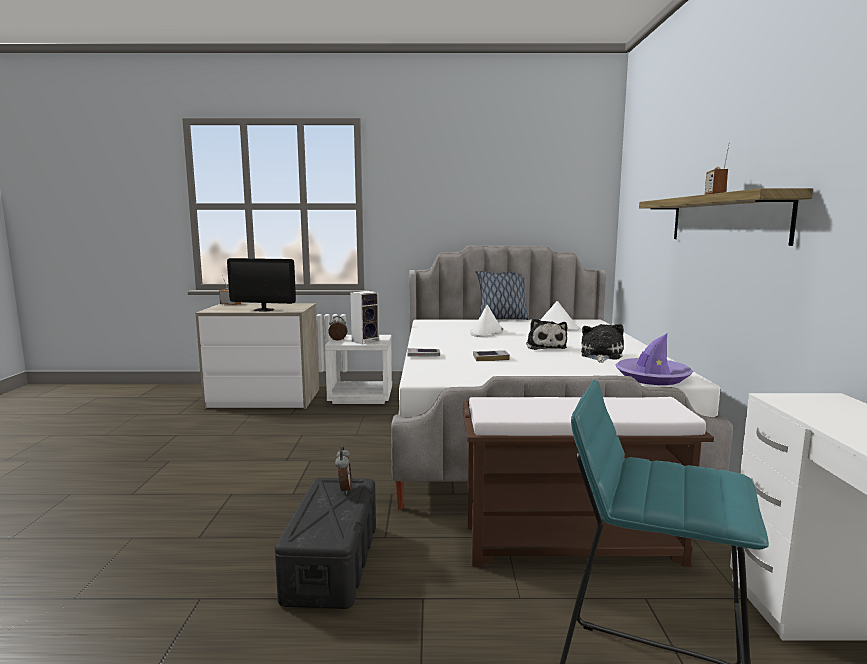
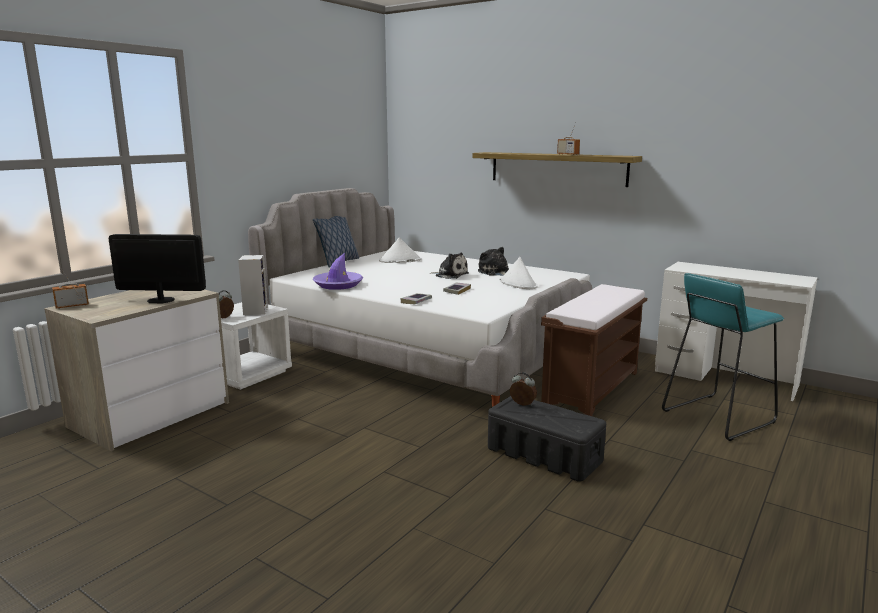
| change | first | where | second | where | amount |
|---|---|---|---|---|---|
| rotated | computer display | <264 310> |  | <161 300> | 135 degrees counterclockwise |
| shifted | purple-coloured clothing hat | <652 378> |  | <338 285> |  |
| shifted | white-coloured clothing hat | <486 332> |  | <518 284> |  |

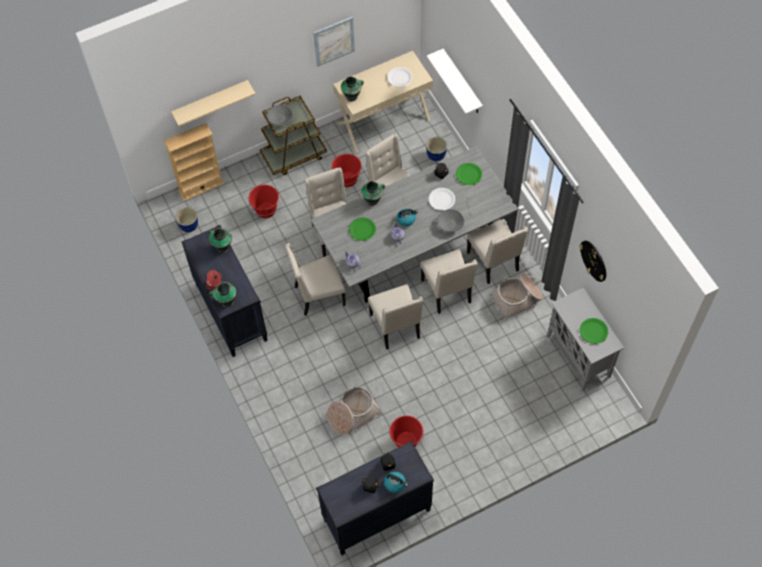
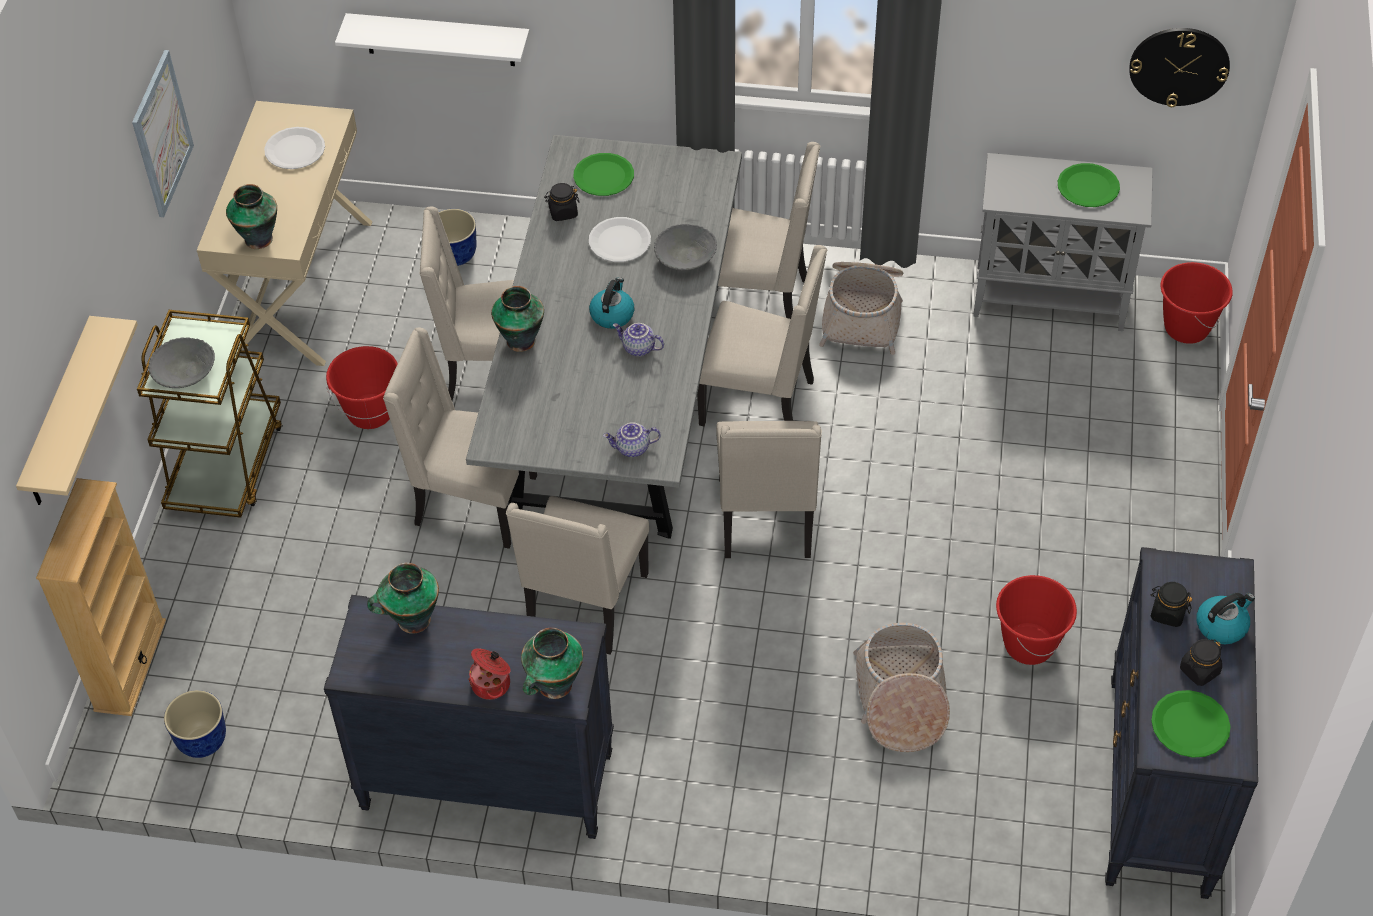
| change | first | where | second | where | amount |
|---|---|---|---|---|---|
| rotated | beige-coloured upright chair | <396 327> |  | <767 520> | 75 degrees clockwise |
| shifted | hanging clock | <594 260> |  | <1179 66> |  |
| shifted | green plate | <362 229> |  | <1190 725> |  |
| shifted | reddish water bucket | <266 210> |  | <1186 328> |  |

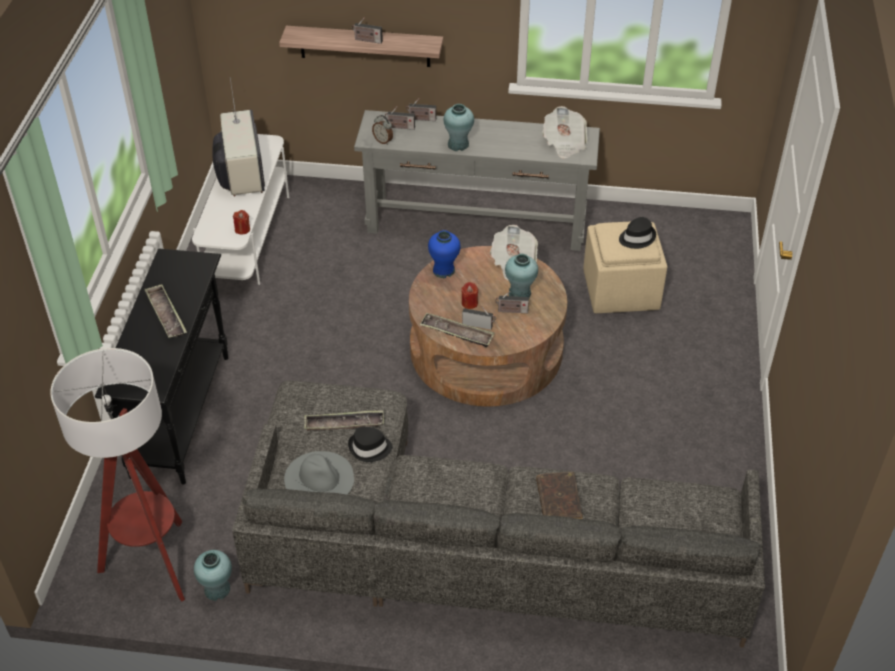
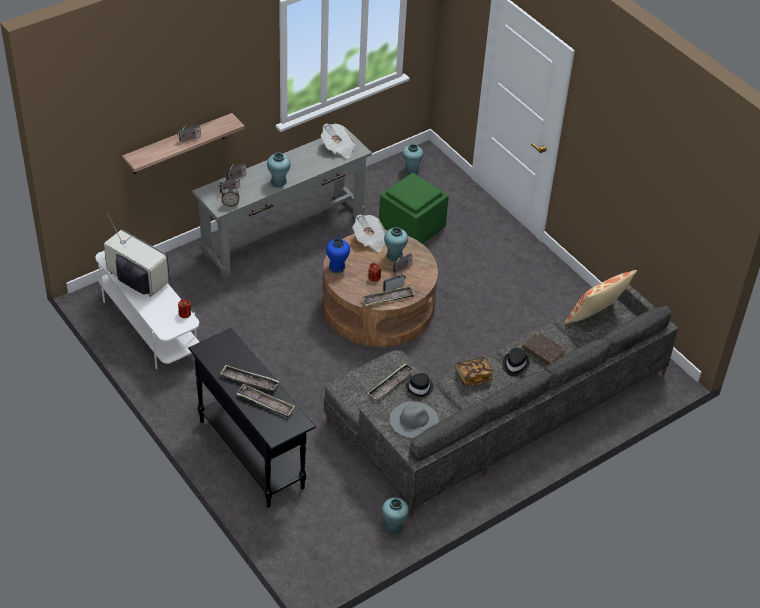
| change | first | where | second | where | amount |
|---|---|---|---|---|---|
| new |  |  | tray | <265 403> |  |
| repainted | beige-coloured footrest | <621 290> | green footrest | <411 227> |  |
| new |  |  | blue-green vase | <411 170> |  |
| new |  |  | bound book | <473 376> |  |
| shifted | black-coloured clothing hat | <636 237> |  | <514 365> |  |
| new |  |  | pillow | <595 317> |  |
| gone | floor lamp | <154 564> |  |  |  |

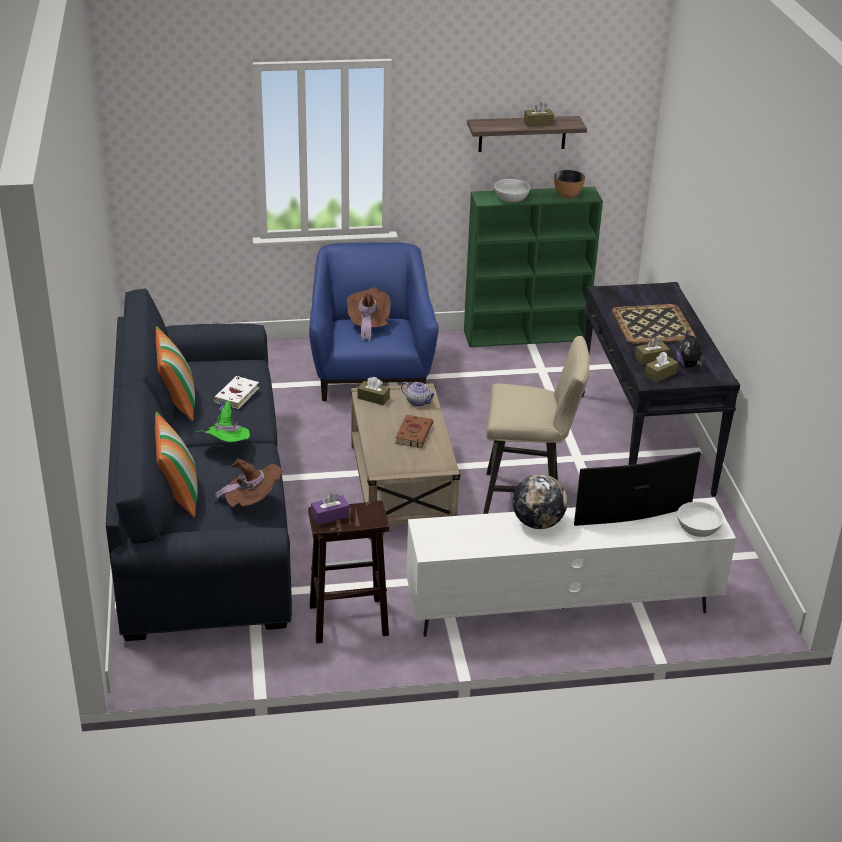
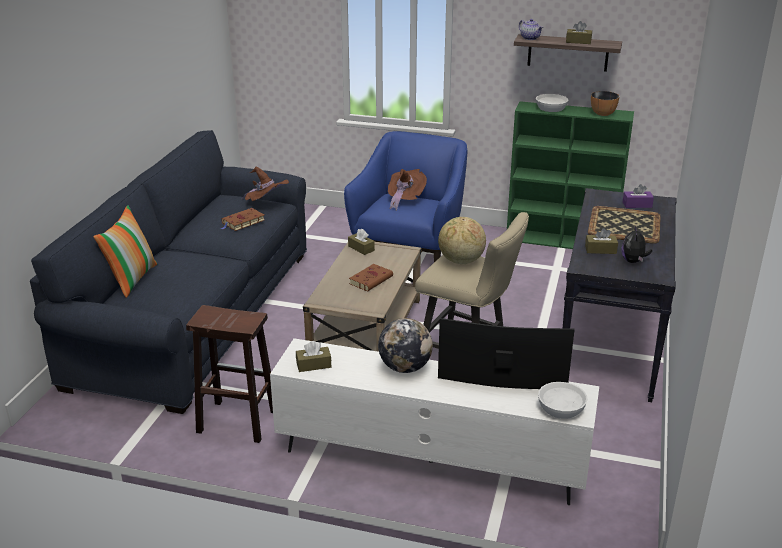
| change | first | where | second | where | amount |
|---|---|---|---|---|---|
| repainted | white-coloured bound book | <236 396> | brown bound book | <242 222> |  |
| shifted | brown clothing hat | <252 502> |  | <266 204> |  |
| shifted | brown box of tissues | <660 374> |  | <313 365> |  |
| new |  |  | globe | <460 261> |  |
| shifted | tea pot | <418 402> |  | <530 38> |  |
| shifted | purple-coloured box of tissues | <330 516> |  | <637 204> |  |
| gone | pillow | <177 402> |  |  |  |
| gone | green clothing hat | <226 449> |  |  |  |

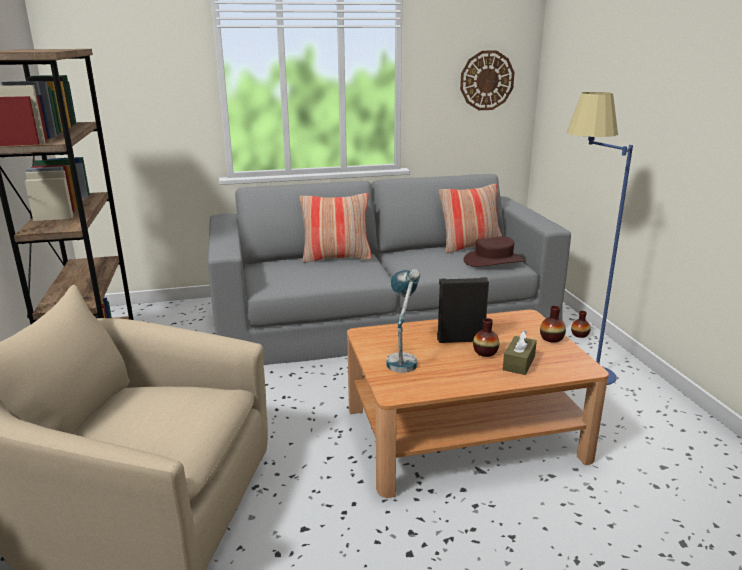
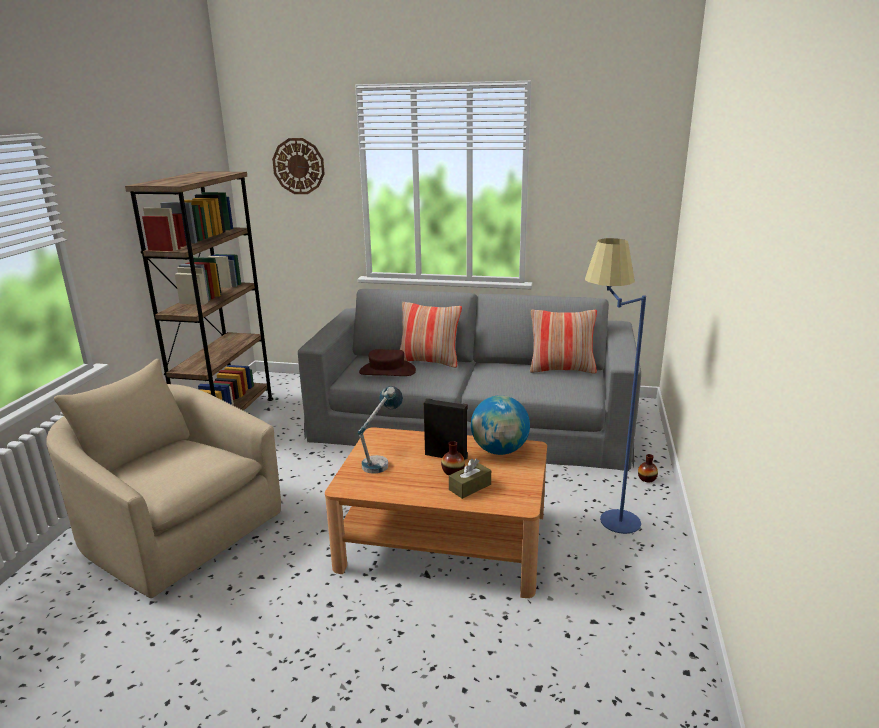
| change | first | where | second | where | amount |
|---|---|---|---|---|---|
| shifted | hanging clock | <486 80> |  | <298 166> |  |
| shifted | brown clothing hat | <493 260> |  | <387 371> |  |
| new |  |  | globe | <500 450> |  |
| gone | vase | <551 338> |  |  |  |

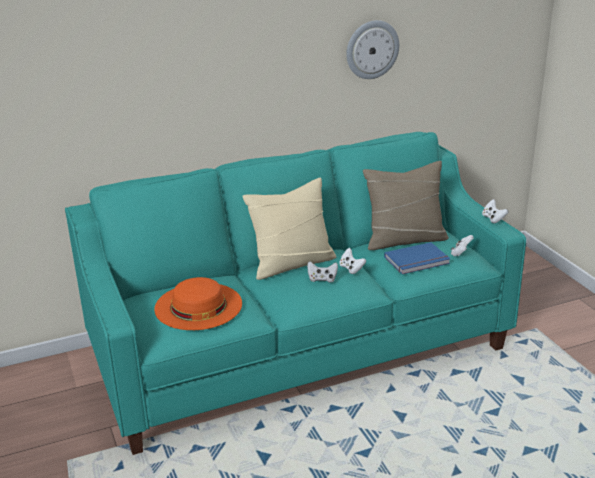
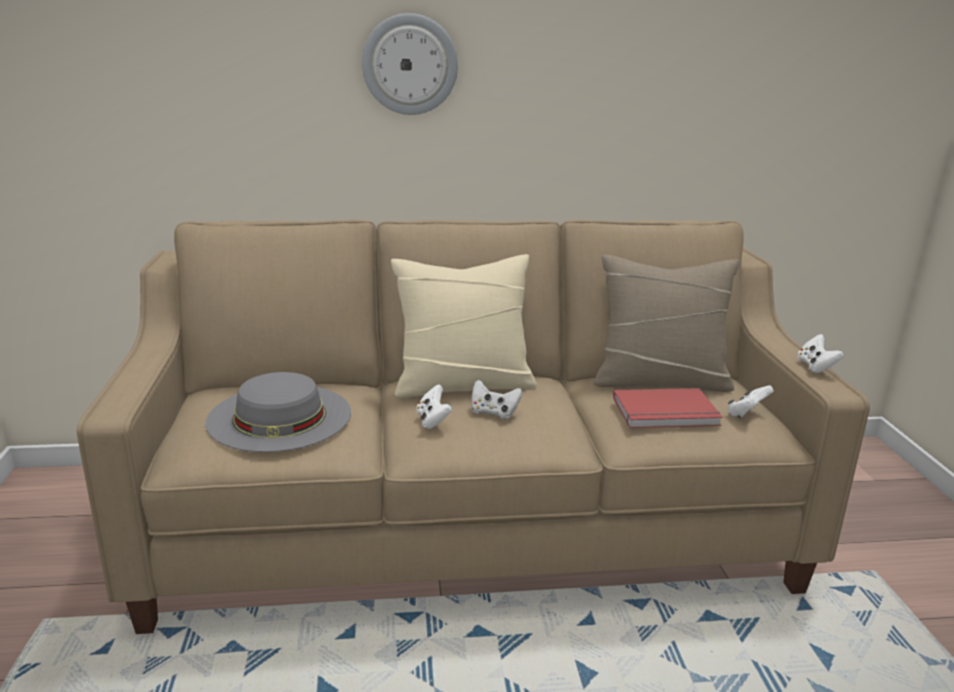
| change | first | where | second | where | amount |
|---|---|---|---|---|---|
| repainted | blue-green sofa | <300 351> | beige-coloured sofa | <473 527> |  |
| repainted | orangey clothing hat | <198 306> | greyish clothing hat | <279 416> |  |
| shifted | hanging clock | <372 49> |  | <410 65> |  |
| shifted | white-coloured joypad | <351 269> |  | <433 420> |  |
| repainted | blue bound book | <418 261> | reddish bound book | <666 413> |  |

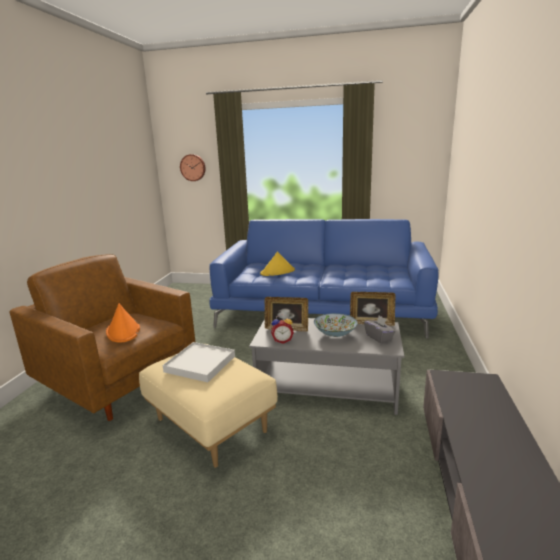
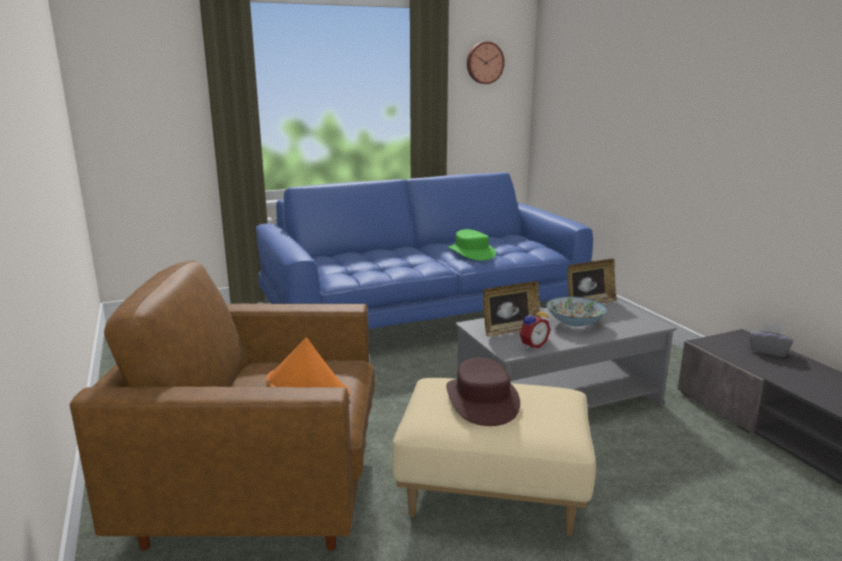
| change | first | where | second | where | amount |
|---|---|---|---|---|---|
| swapped | white-coloured tray | <200 364> | brown clothing hat | <482 400> |  |
| new |  |  | green clothing hat | <471 252> |  |
| shifted | hanging clock | <193 167> |  | <484 63> |  |
| shifted | greyish box of tissues | <379 337> |  | <768 351> |  |
| gone | yellow-coloured clothing hat | <277 272> |  |  |  |

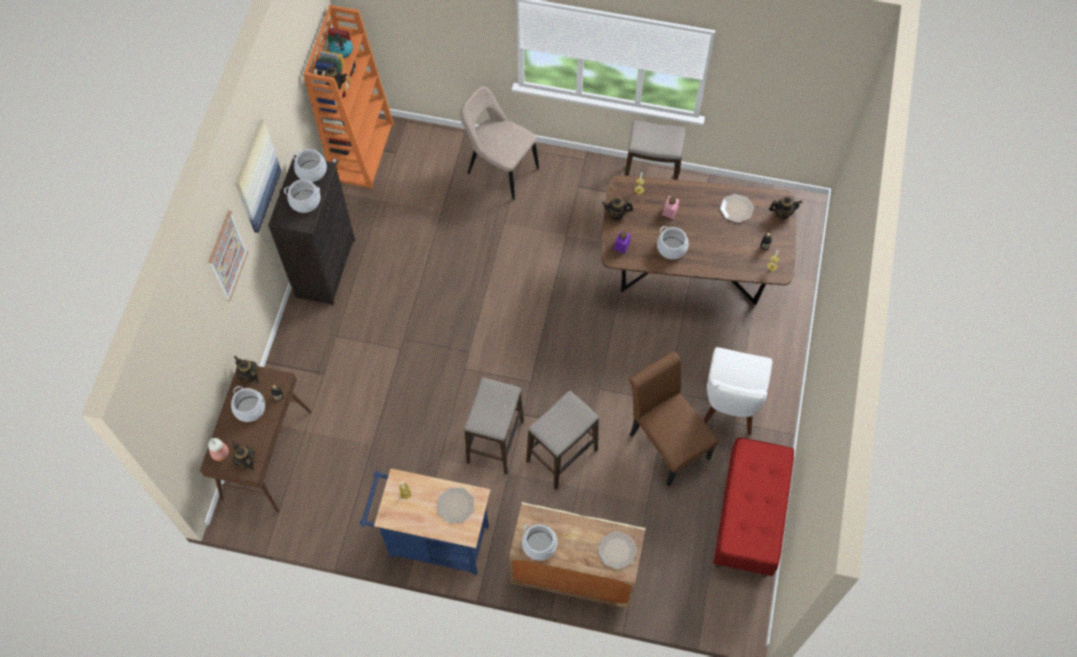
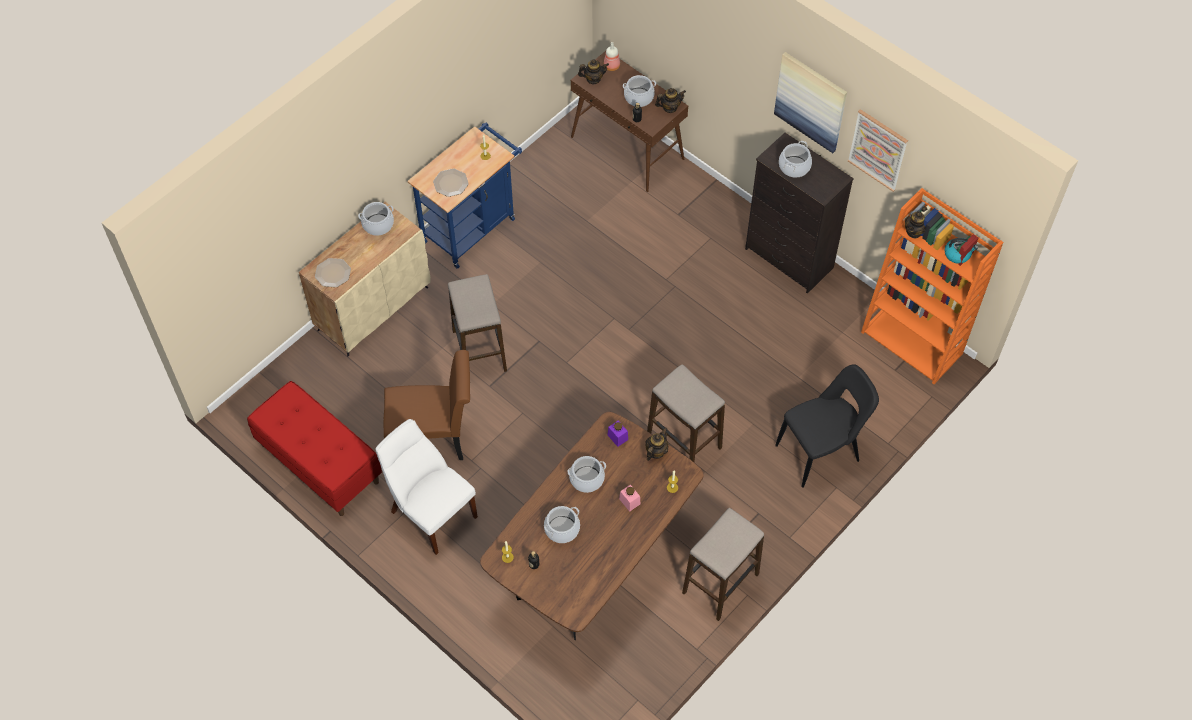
| change | first | where | second | where | amount |
|---|---|---|---|---|---|
| shifted | stockpot | <311 171> |  | <562 529> |  |
| shifted | stool seat | <495 442> |  | <684 441> |  |
| repainted | beige-coloured upright chair | <500 169> | black-coloured upright chair | <821 452> |  |
| shifted | picture | <227 256> |  | <878 150> |  |
| gone | plate | <736 209> |  |  |  |
| gone | tea pot | <782 213> |  |  |  |

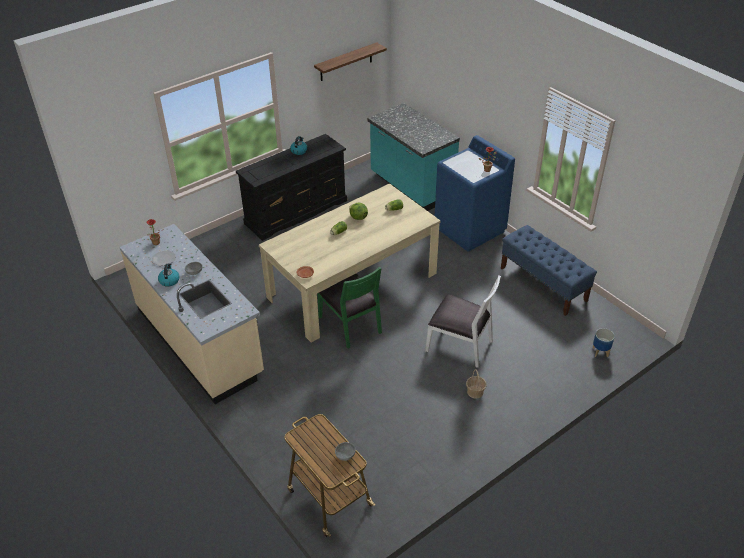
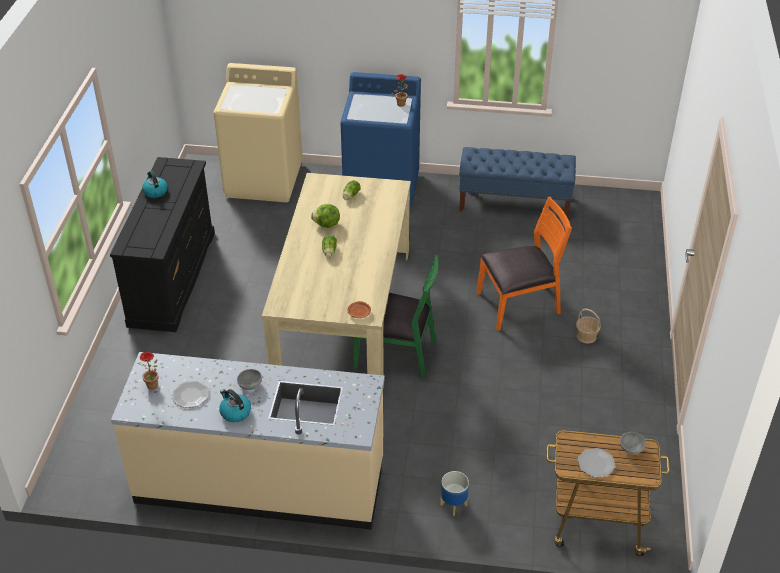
| change | first | where | second | where | amount |
|---|---|---|---|---|---|
| swapped | blue-green kitchen base unit | <411 187> | beige-coloured laundry appliance | <264 180> |  |
| shifted | plant pot | <600 352> |  | <453 505> |  |
| repainted | white-coloured upright chair | <460 345> | orangey upright chair | <519 304> |  |
| new |  |  | plate | <596 463> |  |
| gone | wall shelf | <346 62> |  |  |  |

